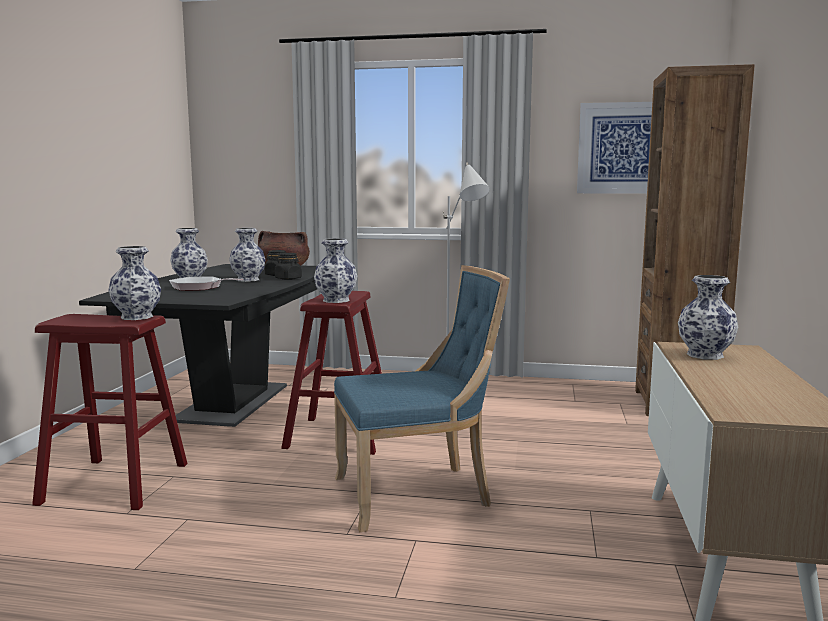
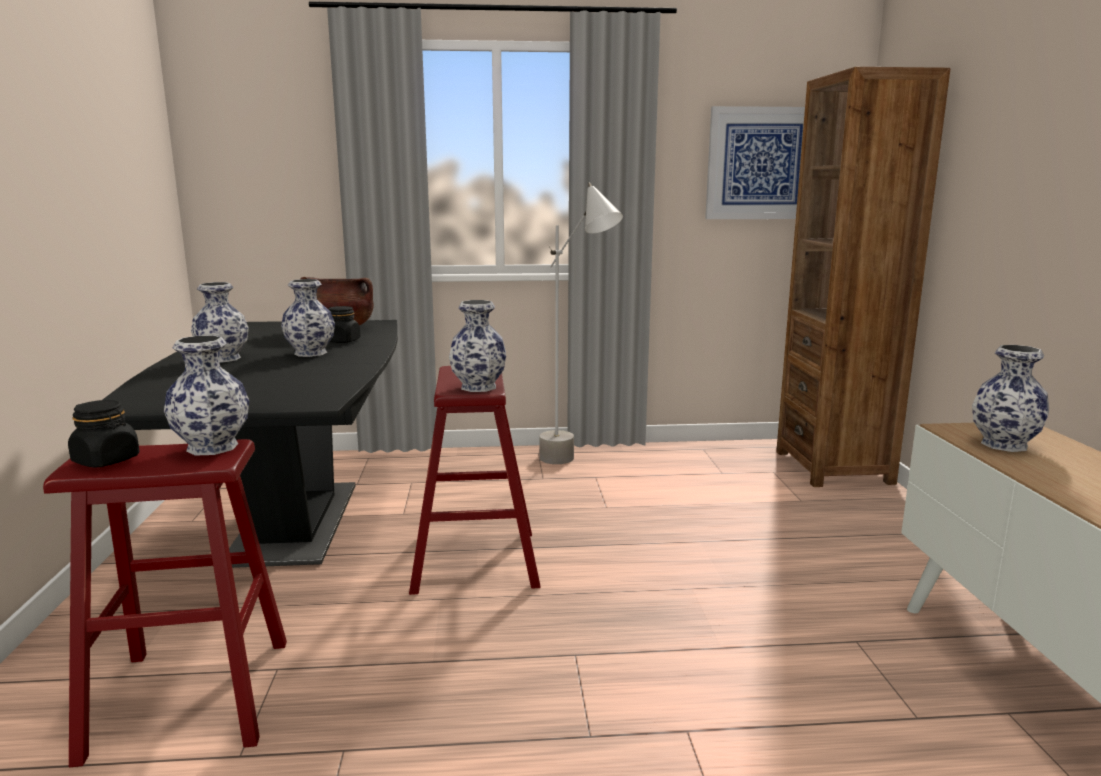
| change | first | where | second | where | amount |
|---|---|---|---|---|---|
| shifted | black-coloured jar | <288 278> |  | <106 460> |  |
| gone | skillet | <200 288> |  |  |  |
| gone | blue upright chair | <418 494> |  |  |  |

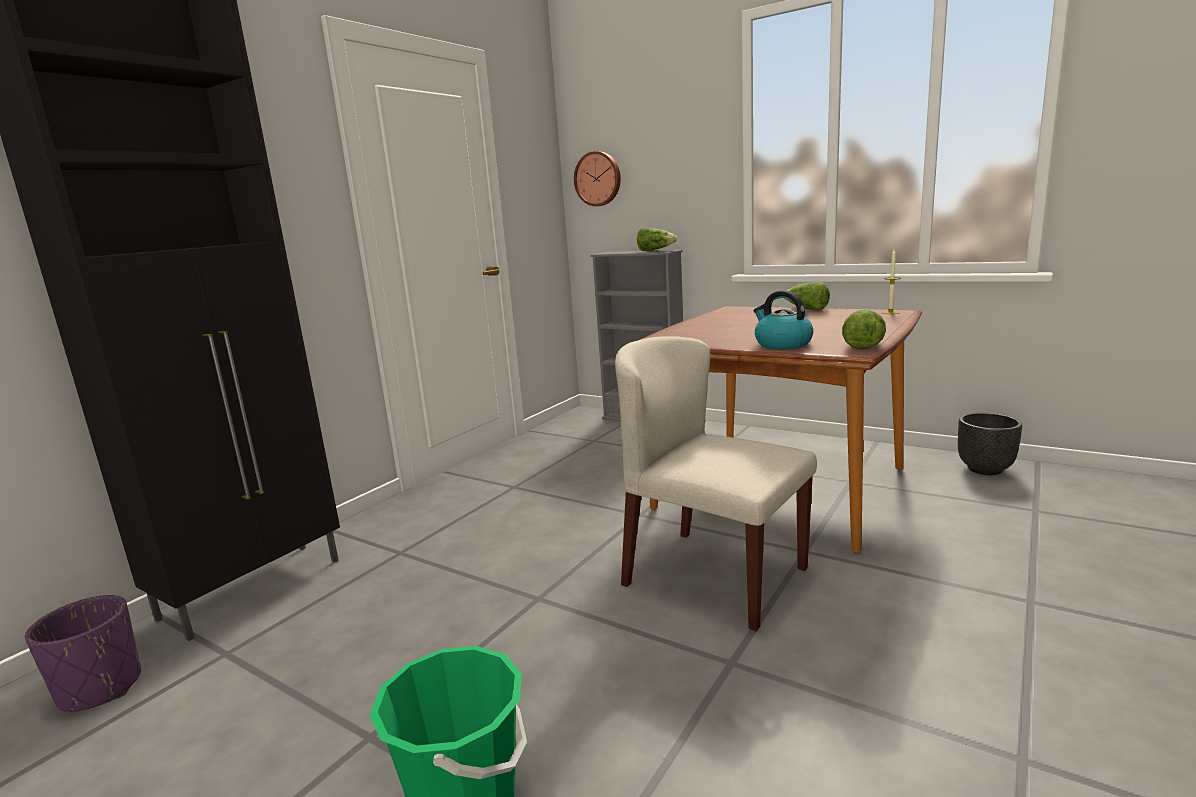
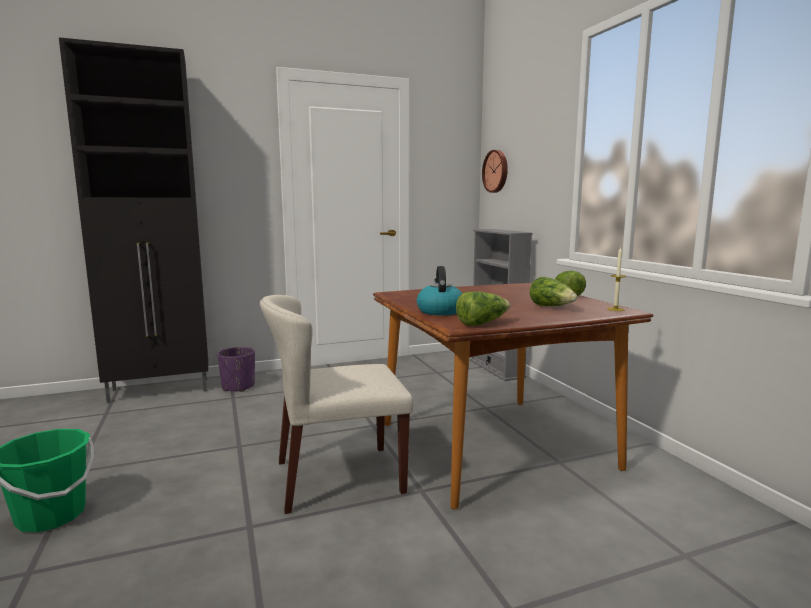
| change | first | where | second | where | amount |
|---|---|---|---|---|---|
| shifted | purple-coloured plant pot | <100 689> |  | <238 387> |  |
| rotated | beige-coloured upright chair | <713 576> |  | <338 477> | 90 degrees counterclockwise |
| shifted | lettuce head | <655 250> |  | <552 307> |  |
| gone | black-coloured plant pot | <986 470> |  |  |  |

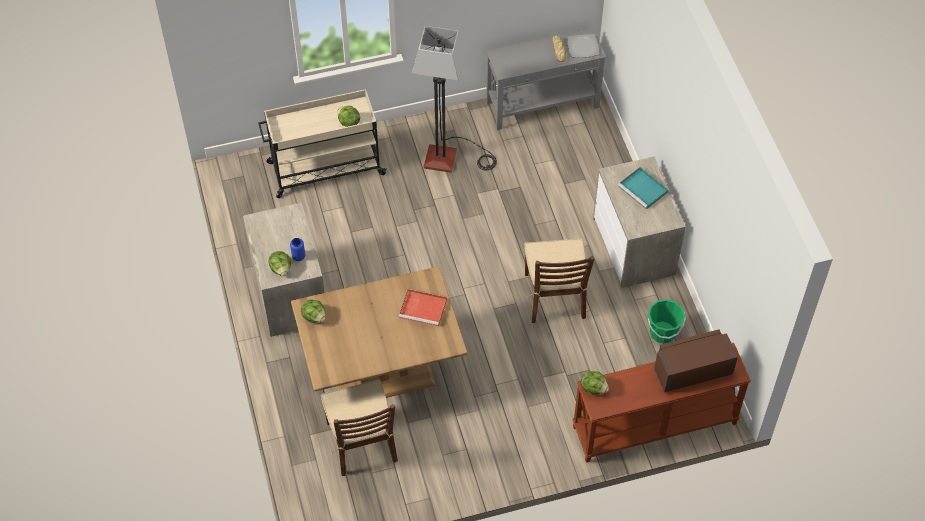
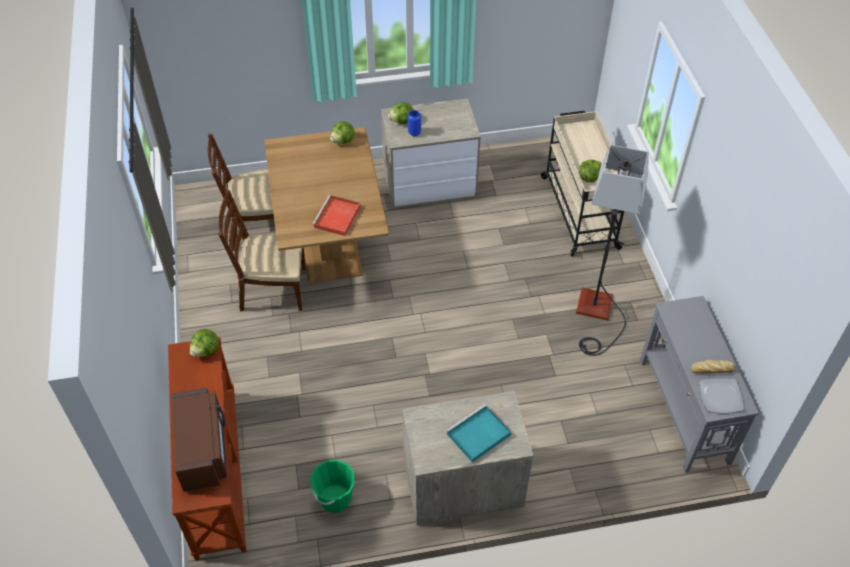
| change | first | where | second | where | amount |
|---|---|---|---|---|---|
| shifted | brown upright chair | <555 296> |  | <272 289> |  |

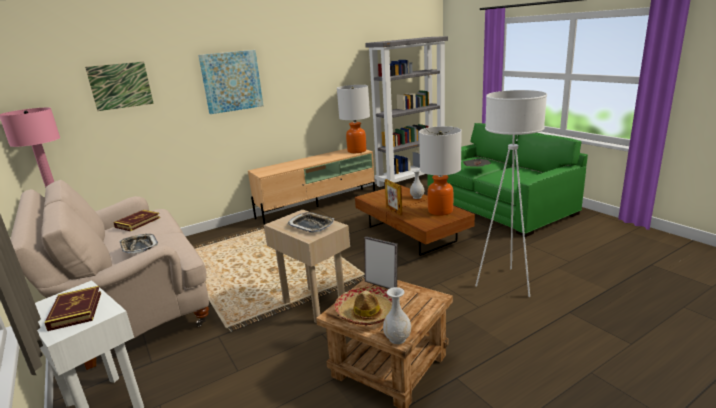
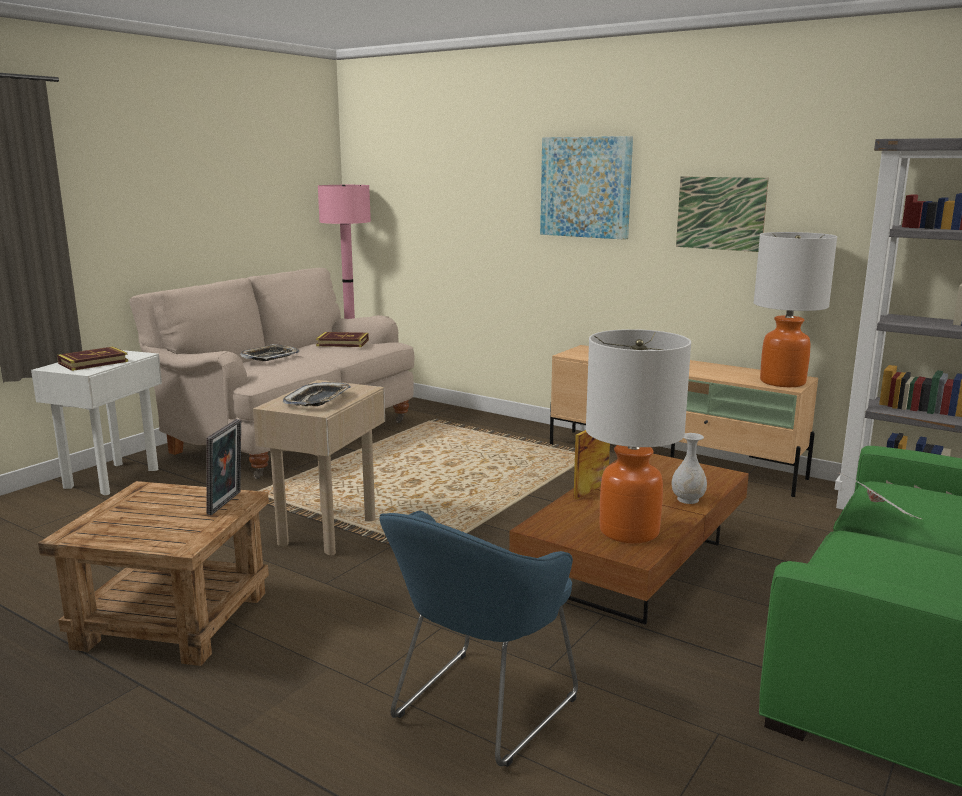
| change | first | where | second | where | amount |
|---|---|---|---|---|---|
| swapped | white-coloured floor lamp | <505 283> | blue lounge chair | <478 711> |  |
| shifted | picture | <120 86> |  | <720 213> |  |
| gone | clothing hat | <366 312> |  |  |  |
| gone | white-coloured vase | <397 338> |  |  |  |

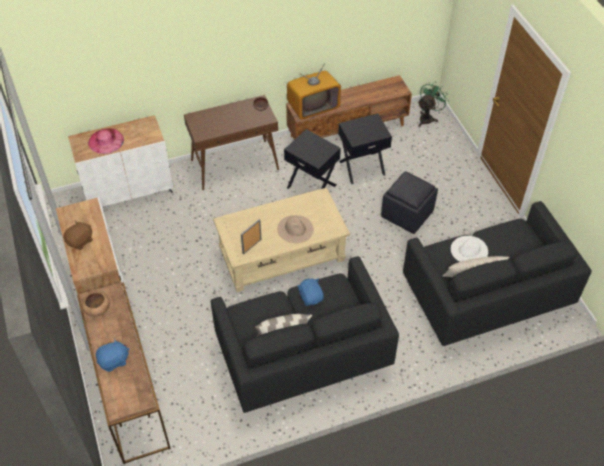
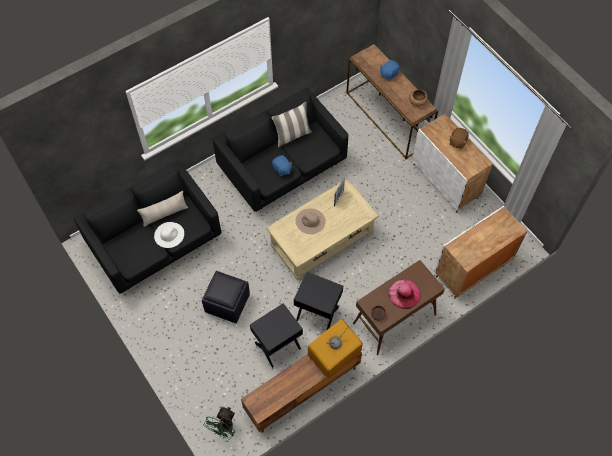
| change | first | where | second | where | amount |
|---|---|---|---|---|---|
| shifted | pink-coloured clothing hat | <106 141> |  | <404 294> |  |

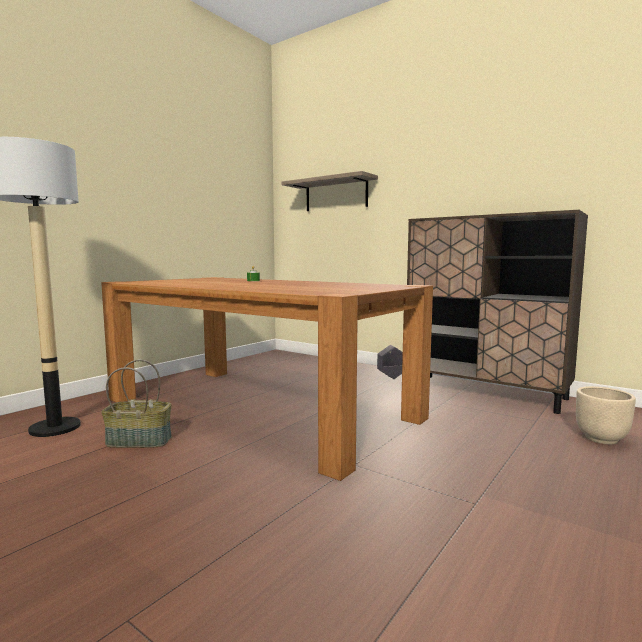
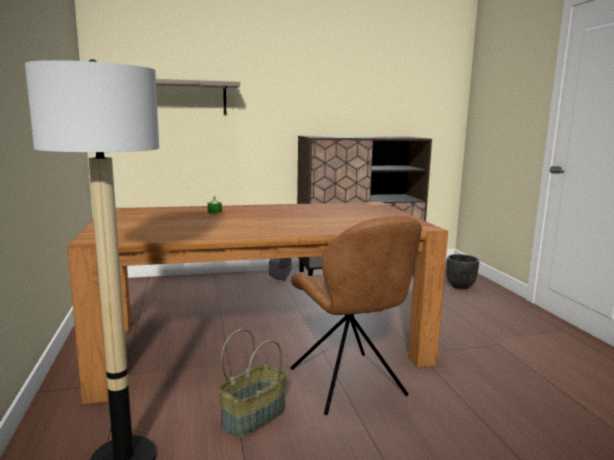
| change | first | where | second | where | amount |
|---|---|---|---|---|---|
| new |  |  | brown upright chair | <348 384> |  |
| repainted | beige-coloured plant pot | <600 439> | black-coloured plant pot | <460 287> |  |

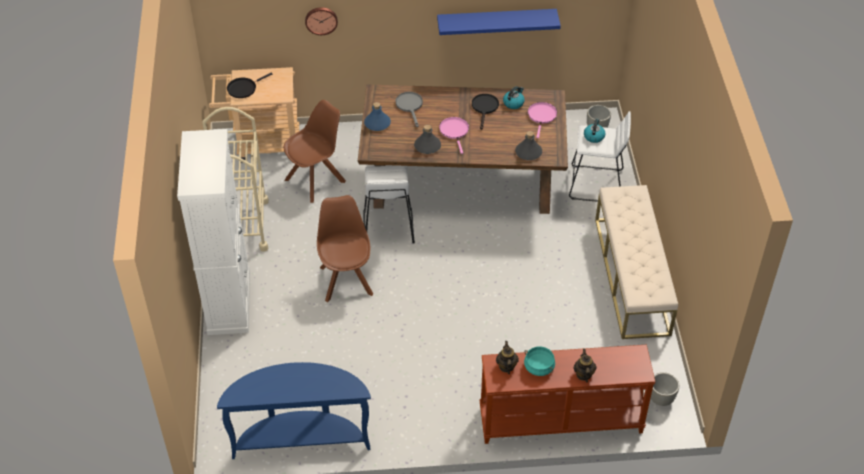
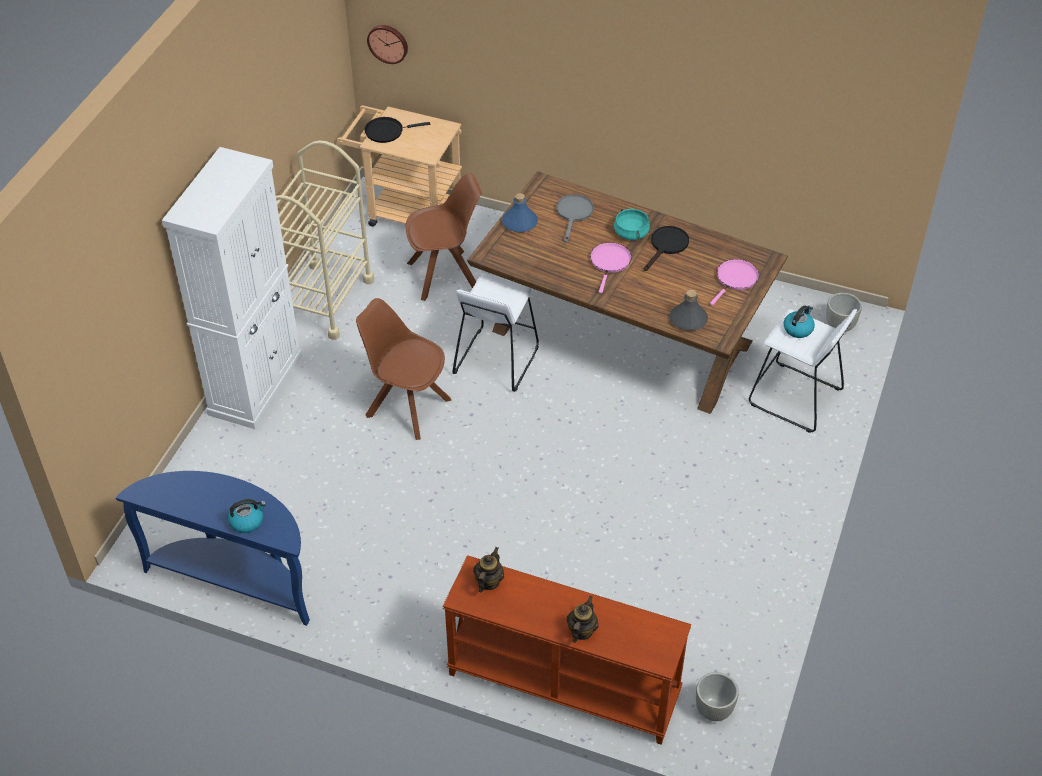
| change | first | where | second | where | amount |
|---|---|---|---|---|---|
| shifted | tea kettle | <513 103> |  | <247 521> |  |
| rotated | brown upright chair | <346 279> |  | <406 406> | 75 degrees counterclockwise |
| shifted | hanging clock | <321 20> |  | <388 43> |  |
| shifted | blue-green stockpot | <538 367> |  | <630 233> |  |
| gone | greyish bottle | <427 146> |  |  |  |
| gone | blue wall shelf | <496 21> |  |  |  |
| gone | beige-coloured indoor bench | <632 276> |  |  |  |

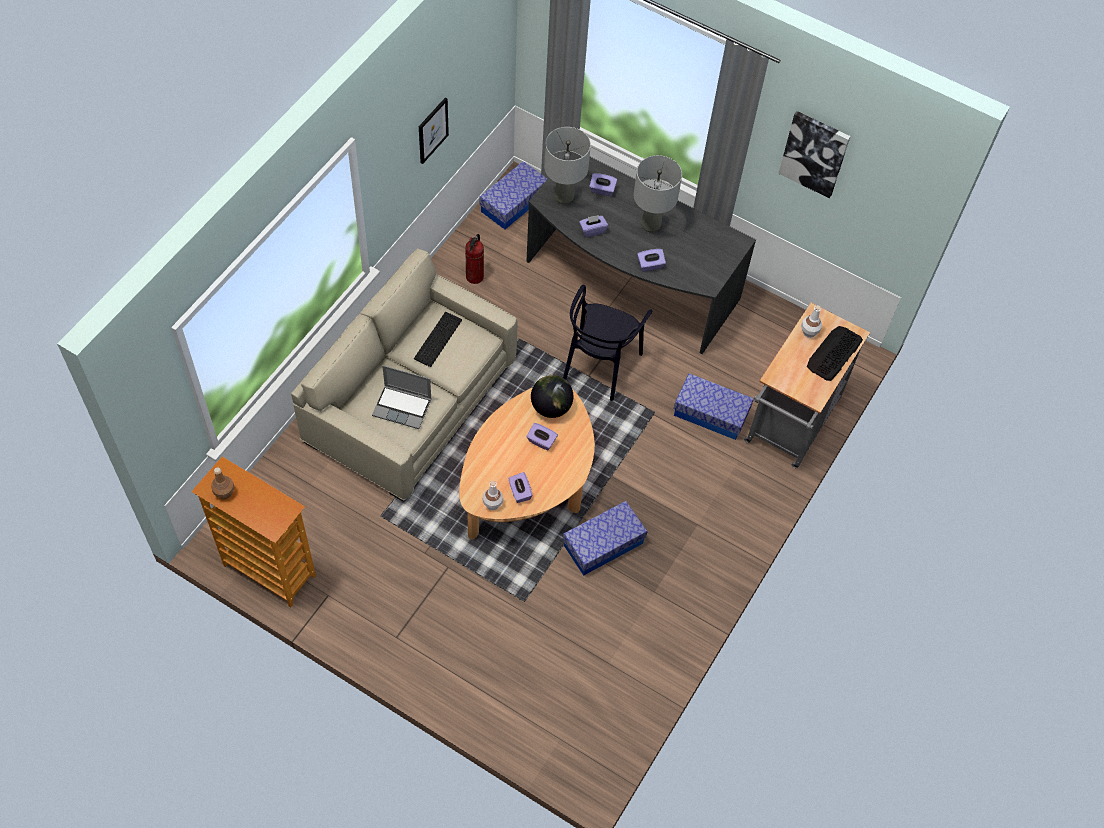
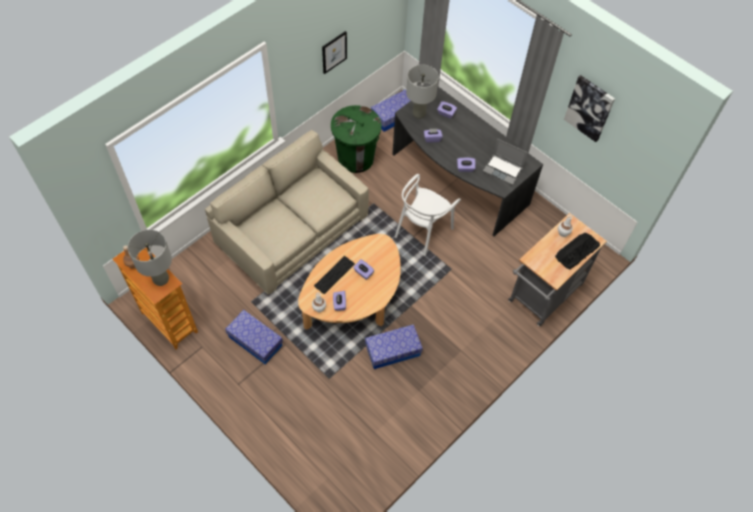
| change | first | where | second | where | amount |
|---|---|---|---|---|---|
| shifted | greyish tabletop lamp | <651 225> |  | <161 279> |  |
| shifted | storage bin | <710 413> |  | <255 341> |  |
| shifted | PC keyboard | <437 338> |  | <334 274> |  |
| swapped | extinguisher | <475 277> | green waste bin | <356 158> |  |
| repainted | black-coloured upright chair | <600 365> | white-coloured upright chair | <422 231> |  |
| shifted | laptop | <403 407> |  | <503 170> |  |
| gone | globe | <551 407> |  |  |  |

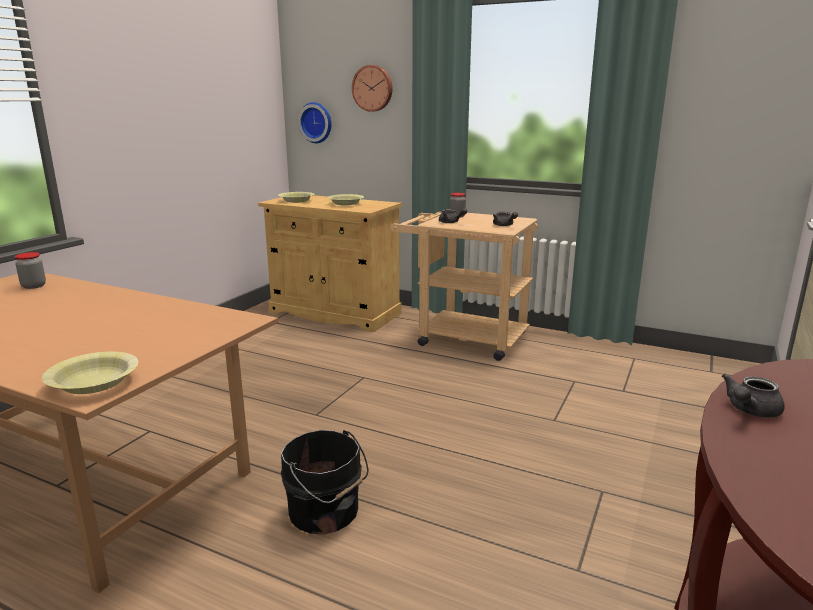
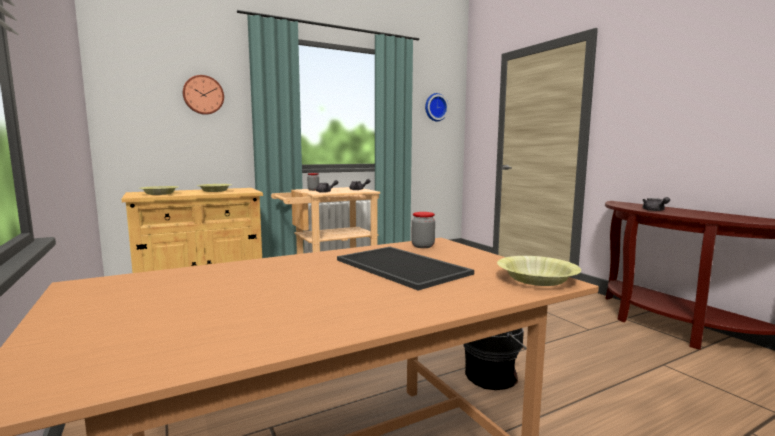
| change | first | where | second | where | amount |
|---|---|---|---|---|---|
| new |  |  | tray | <404 267> |  |
| shifted | jar | <33 286> |  | <423 246> |  |
| shifted | hanging clock | <316 122> |  | <435 107> |  |

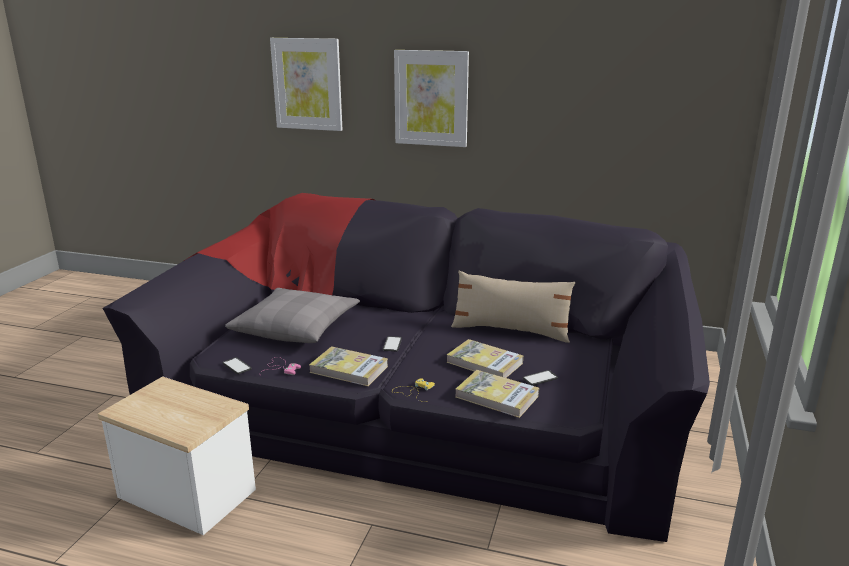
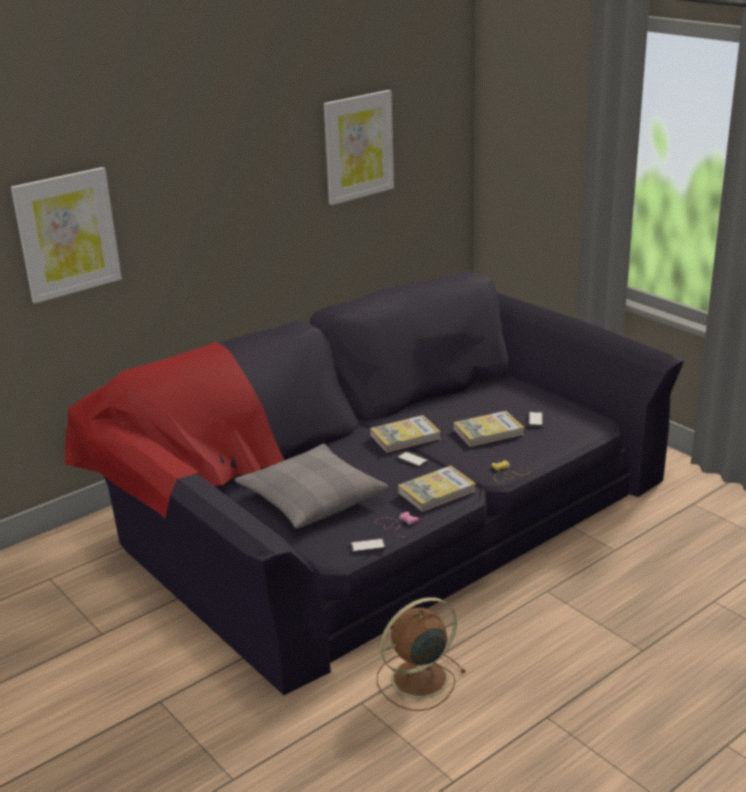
| change | first | where | second | where | amount |
|---|---|---|---|---|---|
| shifted | picture | <431 98> |  | <358 146> |  |
| shifted | bound book | <497 396> |  | <405 437> |  |
| swapped | end table | <188 494> | brown electric fan | <417 679> |  |
| gone | beige-coloured pillow | <510 330> |  |  |  |

